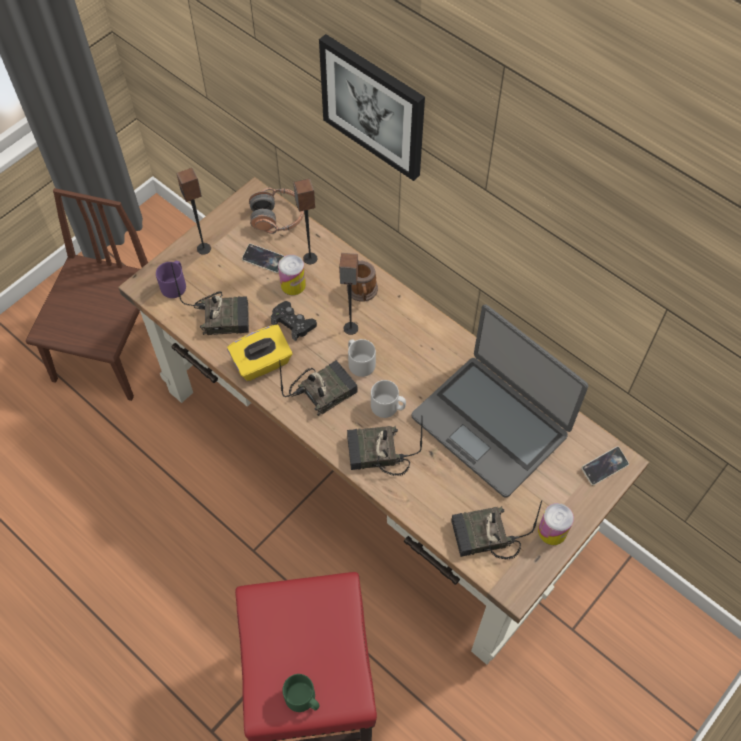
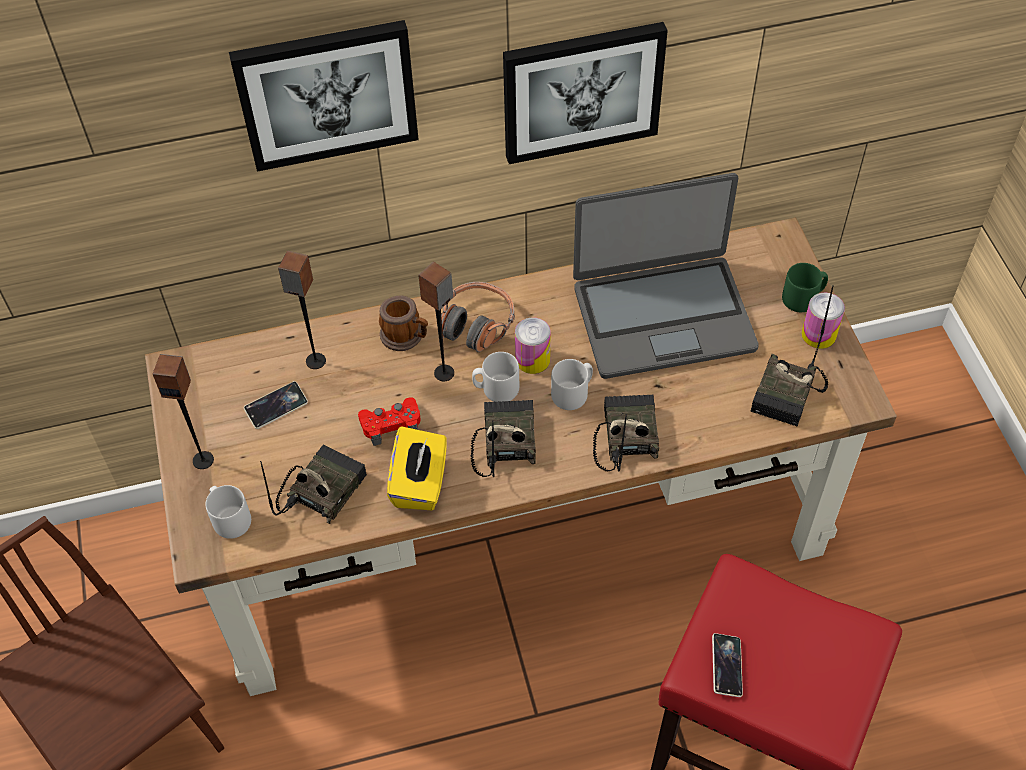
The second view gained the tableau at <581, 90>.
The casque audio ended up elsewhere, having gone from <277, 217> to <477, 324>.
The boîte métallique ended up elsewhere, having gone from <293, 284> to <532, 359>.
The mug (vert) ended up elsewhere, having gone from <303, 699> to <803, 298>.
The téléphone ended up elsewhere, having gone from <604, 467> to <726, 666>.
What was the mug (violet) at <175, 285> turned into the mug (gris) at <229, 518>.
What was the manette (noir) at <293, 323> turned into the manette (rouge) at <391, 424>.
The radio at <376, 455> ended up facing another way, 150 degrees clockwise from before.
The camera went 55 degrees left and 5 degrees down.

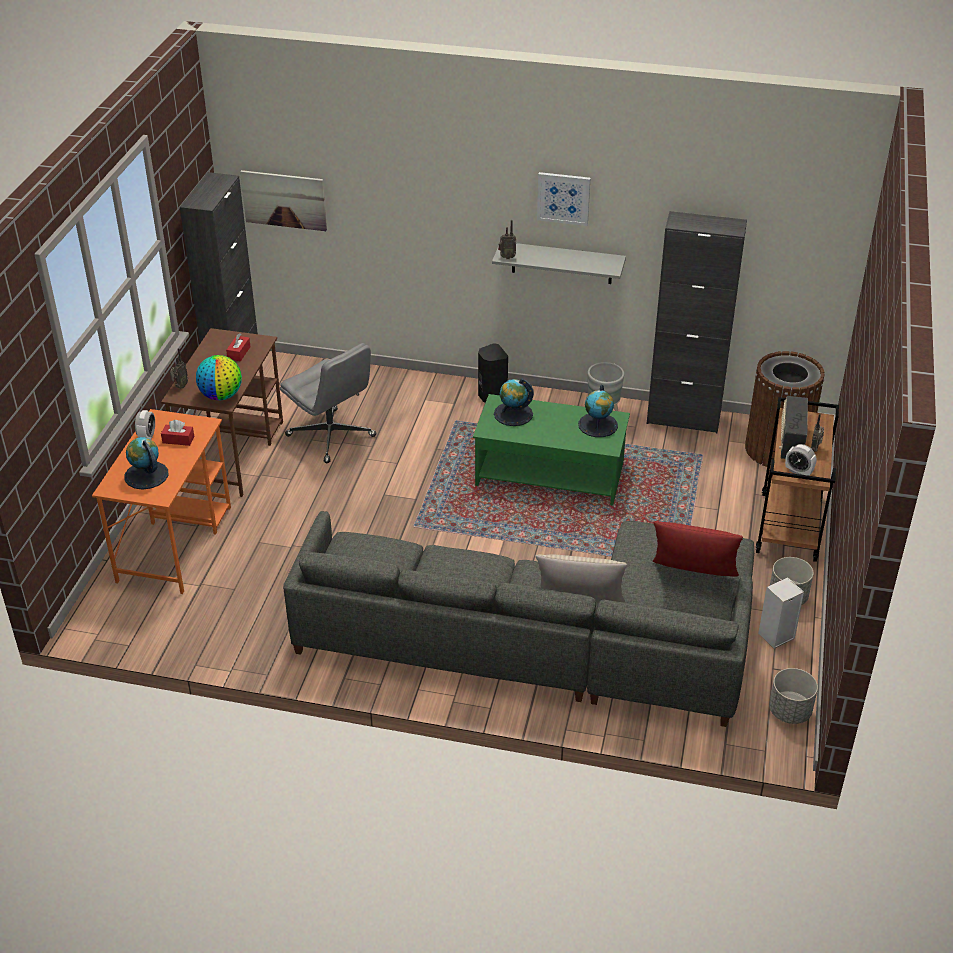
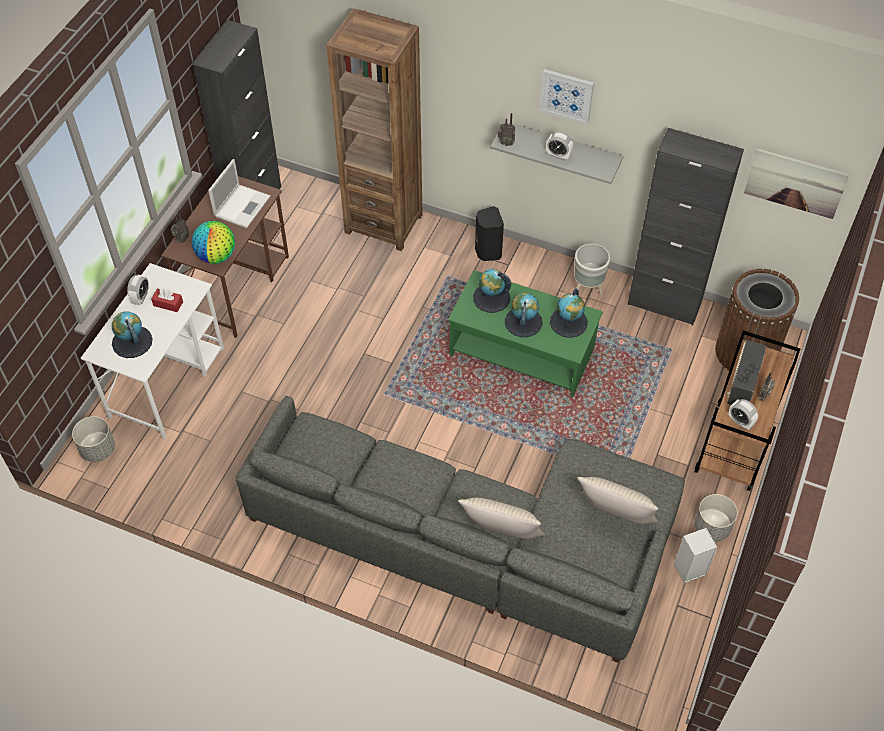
The second view lost the chaise de bureau (gris) at <332, 436>.
The second view gained the bibliothèque (marron) at <383, 223>.
The second view gained the globe at <523, 322>.
The second view gained the réveil at <558, 155>.
The tableau ended up elsewhere, having gone from <284, 200> to <795, 182>.
The cache-pot (gris) ended up elsewhere, having gone from <789, 712> to <98, 449>.
Where the boîte à mouchoirs (rouge) stood at <239, 353>, the ordinateur portable came to stand at <242, 205>.
What was the bureau (orange) at <175, 543> turned into the bureau (blanc) at <168, 381>.
What was the coussin (rouge) at <692, 579> turned into the coussin (beige) at <614, 519>.
The camera went 10 degrees right and 15 degrees up.

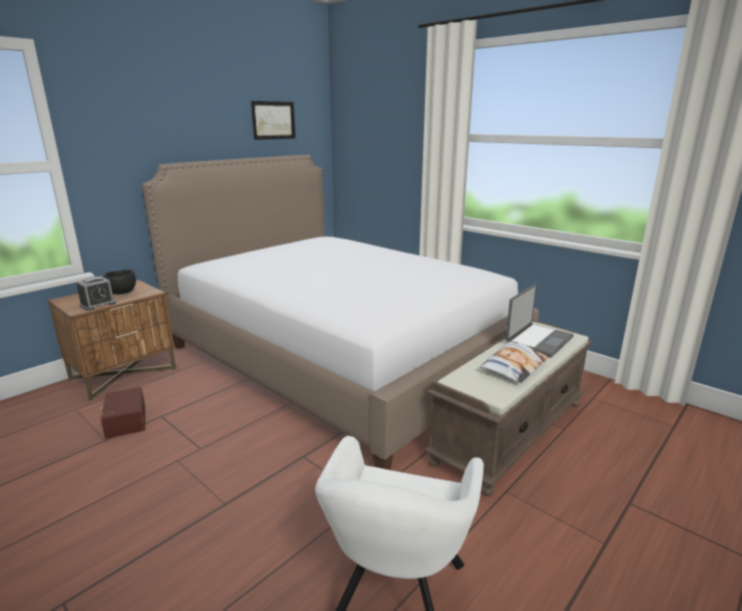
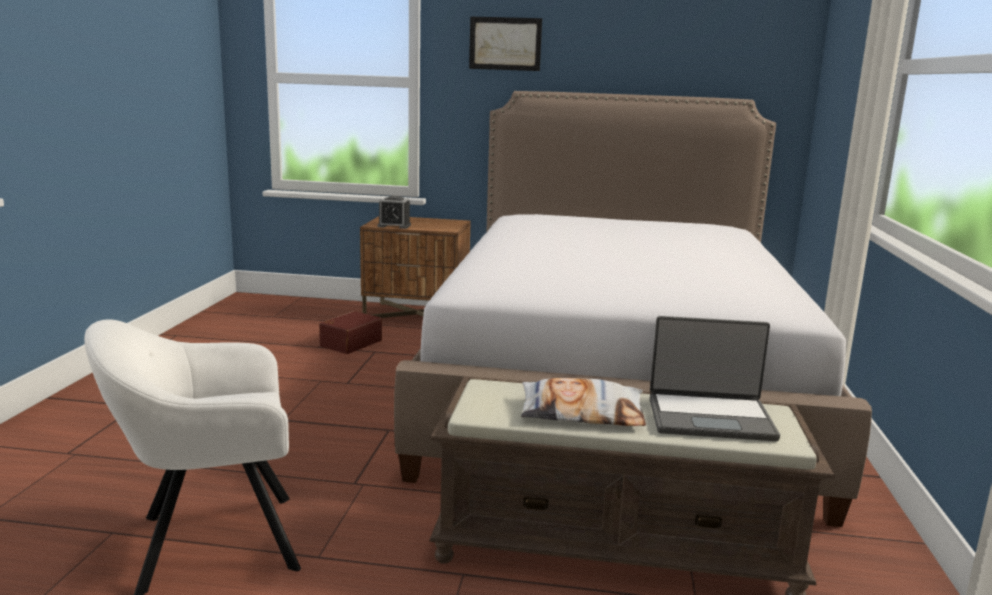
The second view lost the bol (noir) at <122, 293>.
The tableau ended up elsewhere, having gone from <273, 120> to <505, 43>.
The camera went 55 degrees right and 5 degrees down.

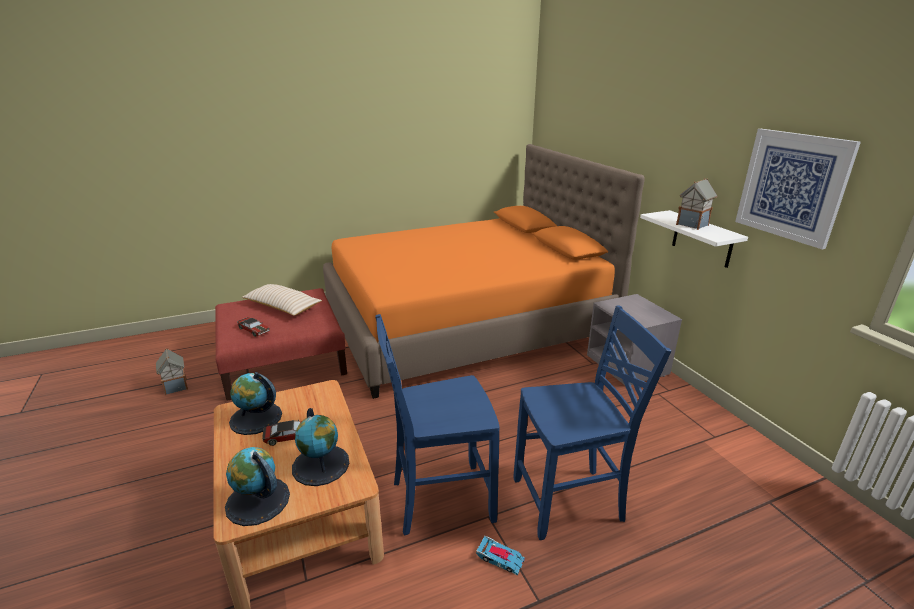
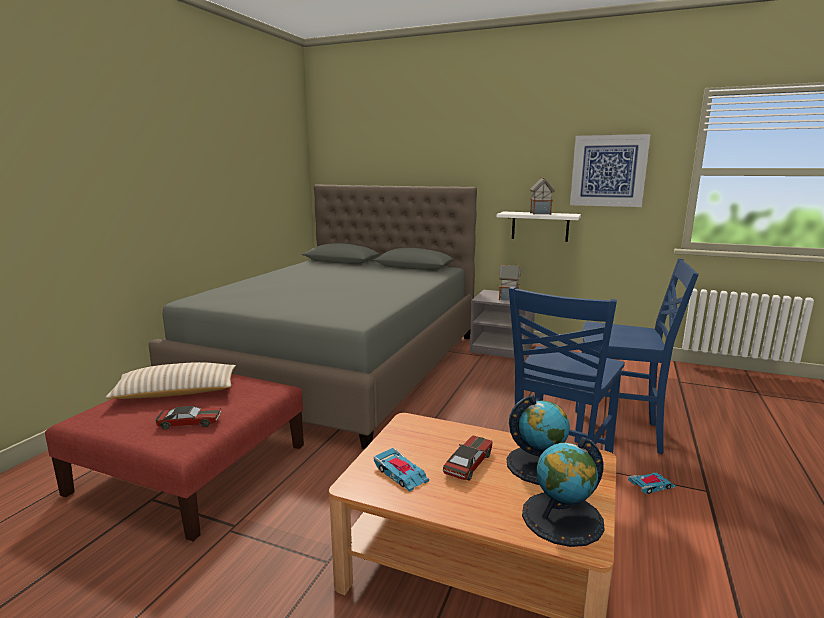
The maison miniature ended up elsewhere, having gone from <176, 387> to <509, 298>.
Where the globe stood at <255, 418>, the petite voiture came to stand at <401, 474>.
What was the lit (orange) at <465, 323> turned into the lit (gris) at <340, 365>.
The chaise (bleu) at <570, 501> ended up facing another way, 75 degrees clockwise from before.
The camera went 45 degrees left and 10 degrees down.

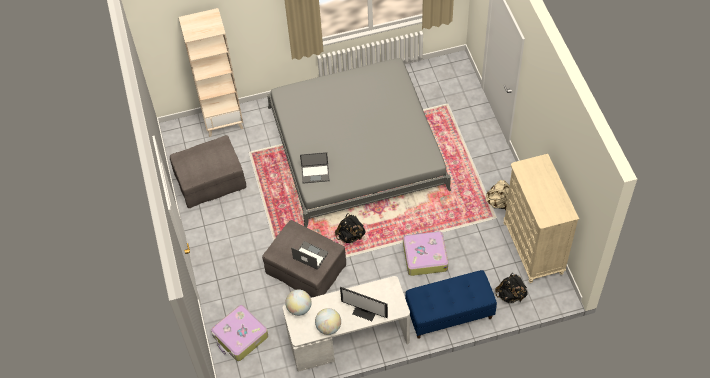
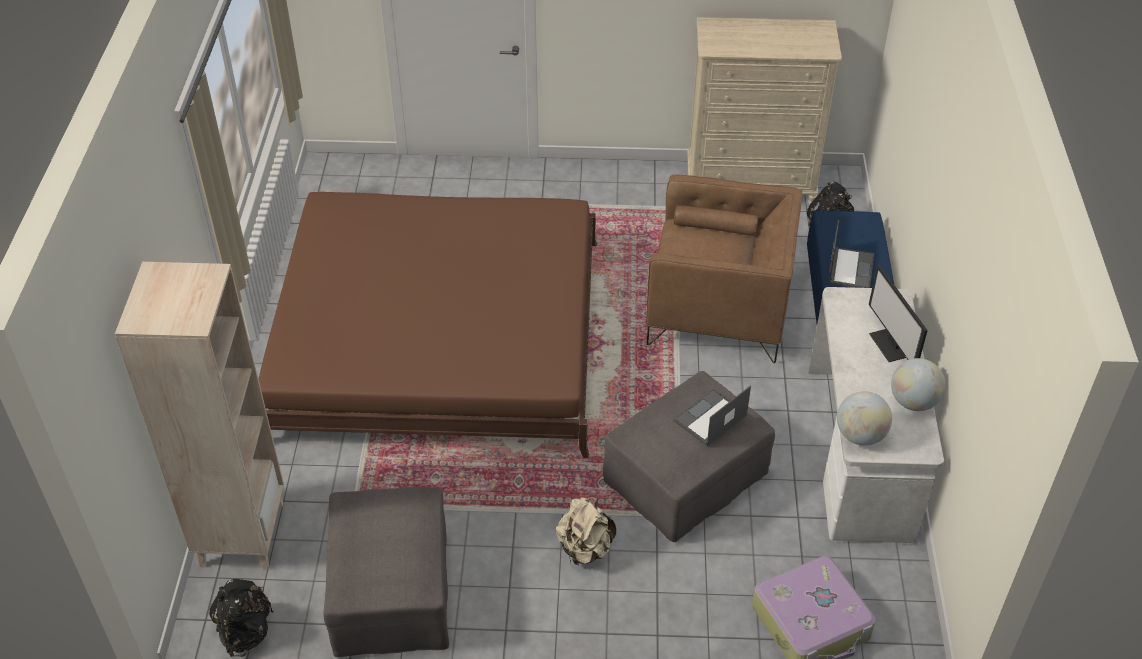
The ordinateur portable ended up elsewhere, having gone from <315, 173> to <850, 268>.
The sac à dos (noir) ended up elsewhere, having gone from <350, 236> to <246, 632>.
The sac à dos (beige) ended up elsewhere, having gone from <498, 202> to <585, 549>.
Where the valise stood at <424, 256>, the fauteuil (marron) came to stand at <719, 309>.
What was the lit (gris) at <356, 148> turned into the lit (marron) at <438, 339>.
The écran d'ordinateur at <365, 312> ended up facing another way, 120 degrees clockwise from before.
The camera went 75 degrees left and 10 degrees down.

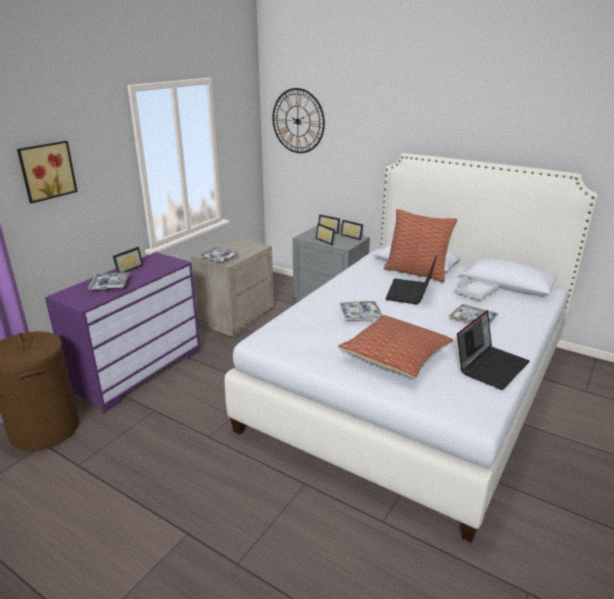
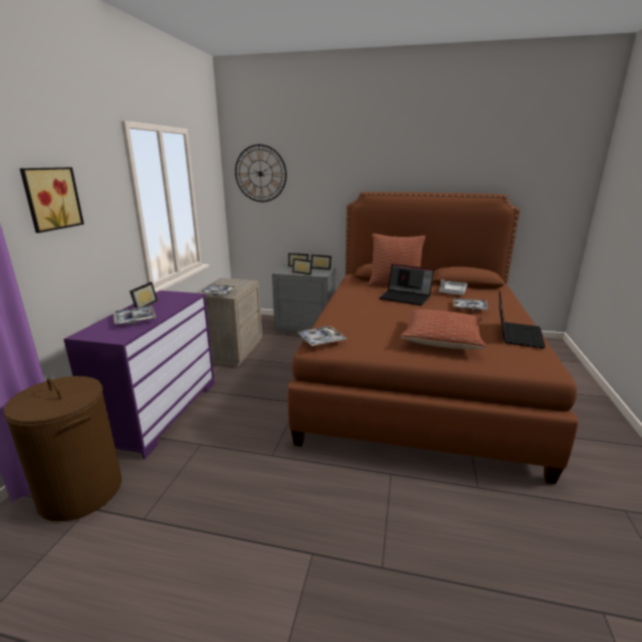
The plateau ended up elsewhere, having gone from <360, 315> to <321, 340>.
What was the lit (blanc) at <412, 385> turned into the lit (marron) at <417, 376>.
The ordinateur portable at <410, 293> ended up facing another way, 60 degrees counterclockwise from before.
The camera went 20 degrees left and 5 degrees down.

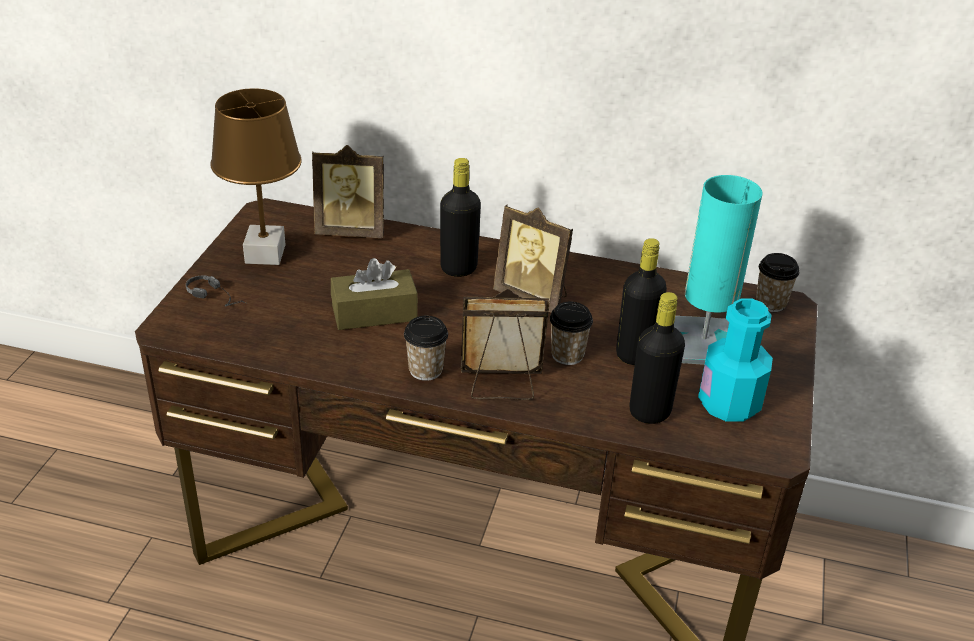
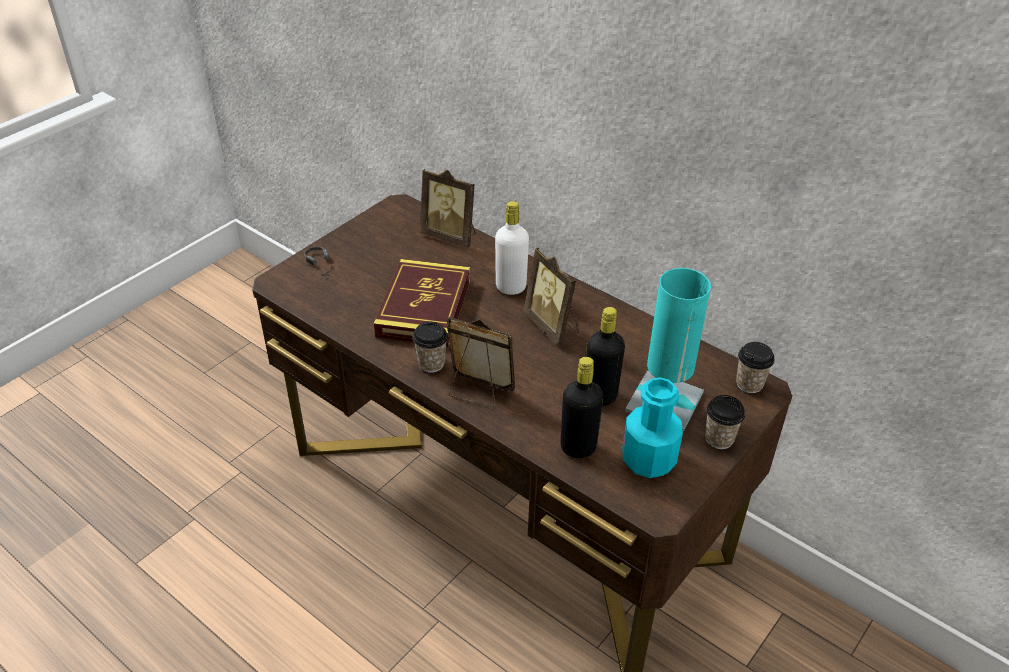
The second view lost the lampe de table (marron) at <266, 254>.
The tasse ended up elsewhere, having gone from <567, 355> to <719, 439>.
Where the boîte à mouchoirs (marron) stood at <374, 313>, the livre came to stand at <424, 308>.
What was the bouteille (noir) at <458, 268> turned into the bouteille (blanc) at <511, 287>.
The camera went 25 degrees right and 5 degrees up.

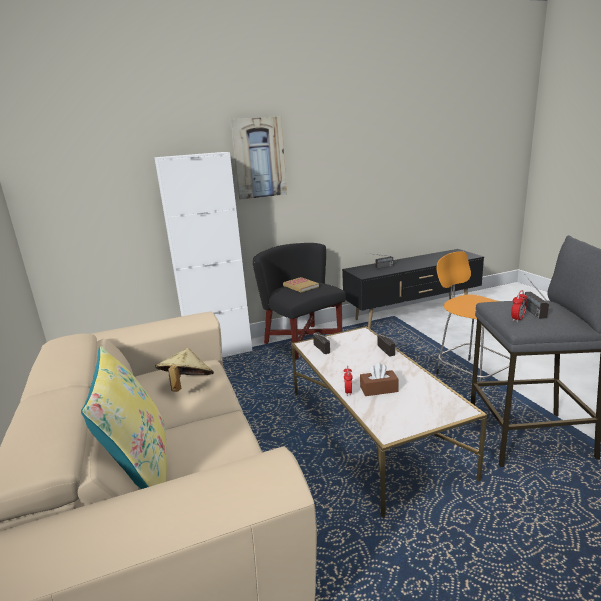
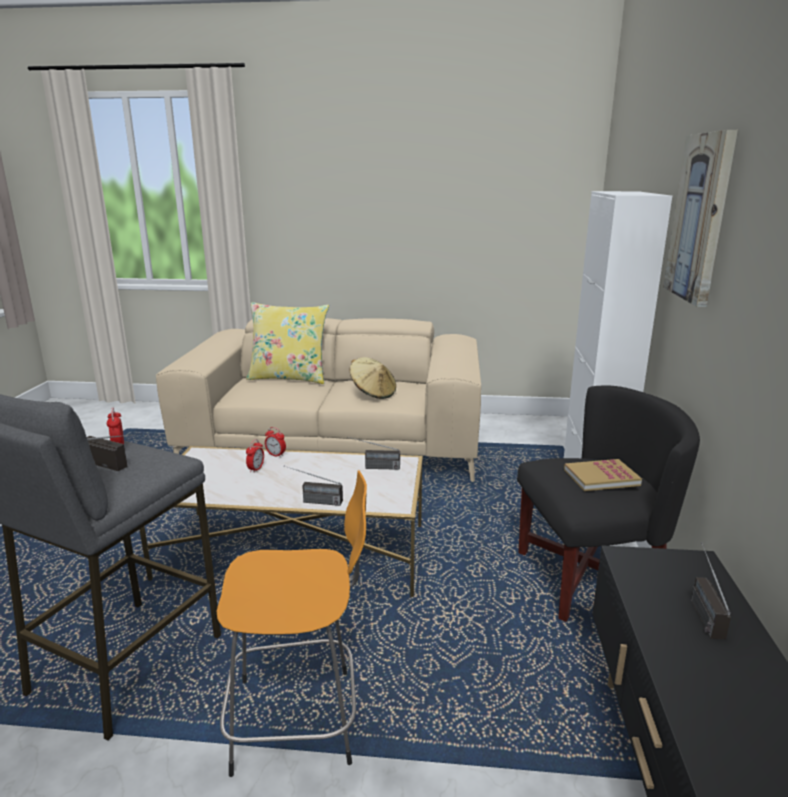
Where the boîte à mouchoirs (marron) stood at <379, 389>, the réveil came to stand at <256, 469>.
The camera went 115 degrees right and 0 degrees up.

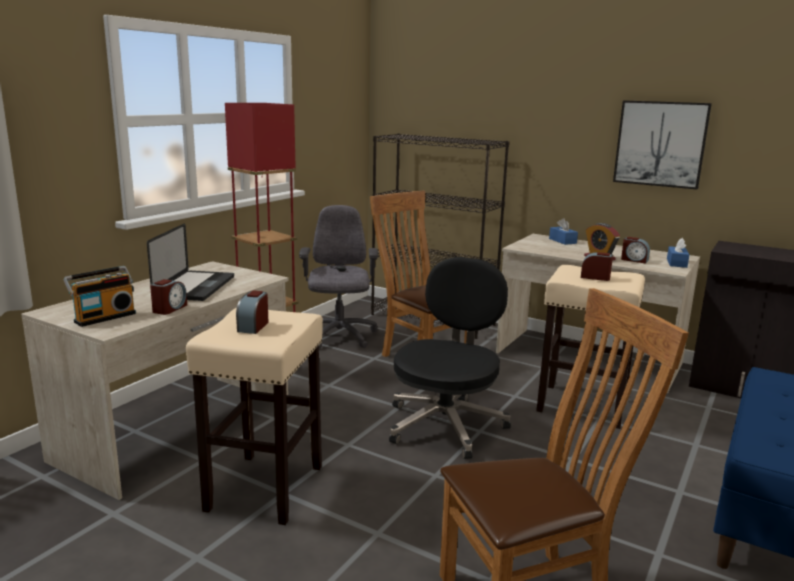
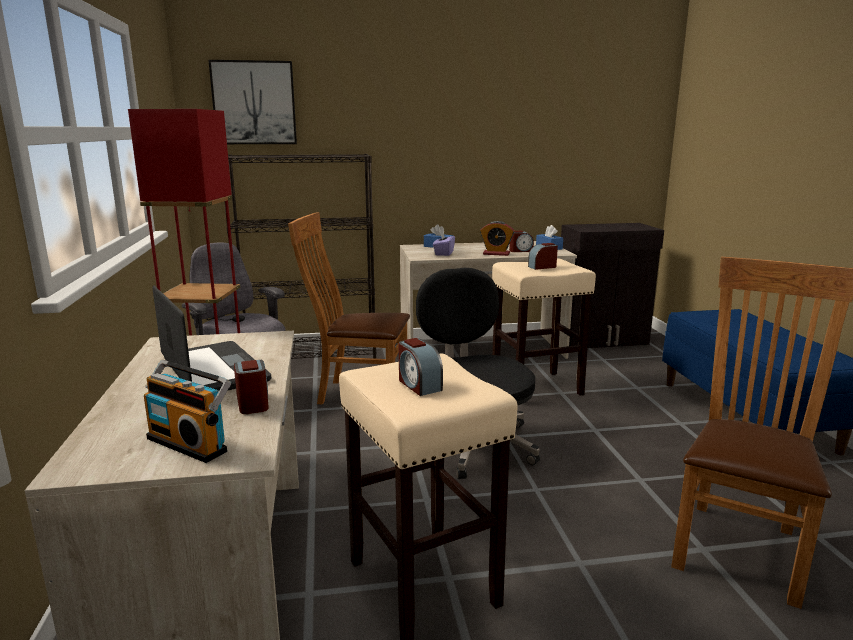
The second view gained the boîte à mouchoirs (violet) at <443, 253>.
The tableau ended up elsewhere, having gone from <660, 144> to <254, 103>.
The radio at <104, 317> ended up facing another way, 120 degrees clockwise from before.
The camera went 40 degrees left and 0 degrees up.

